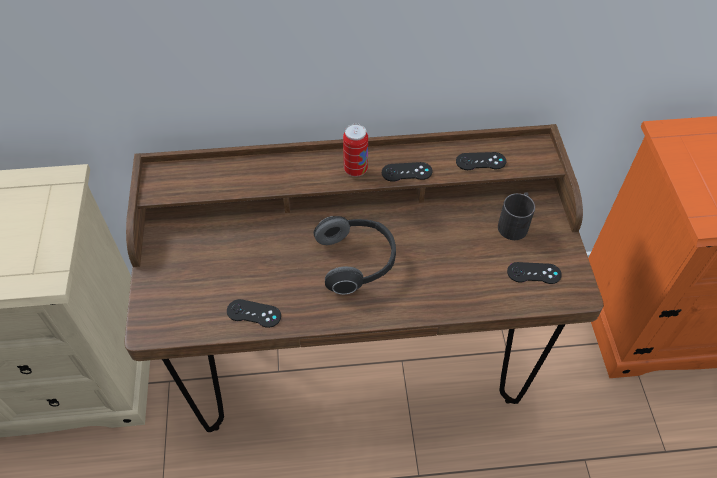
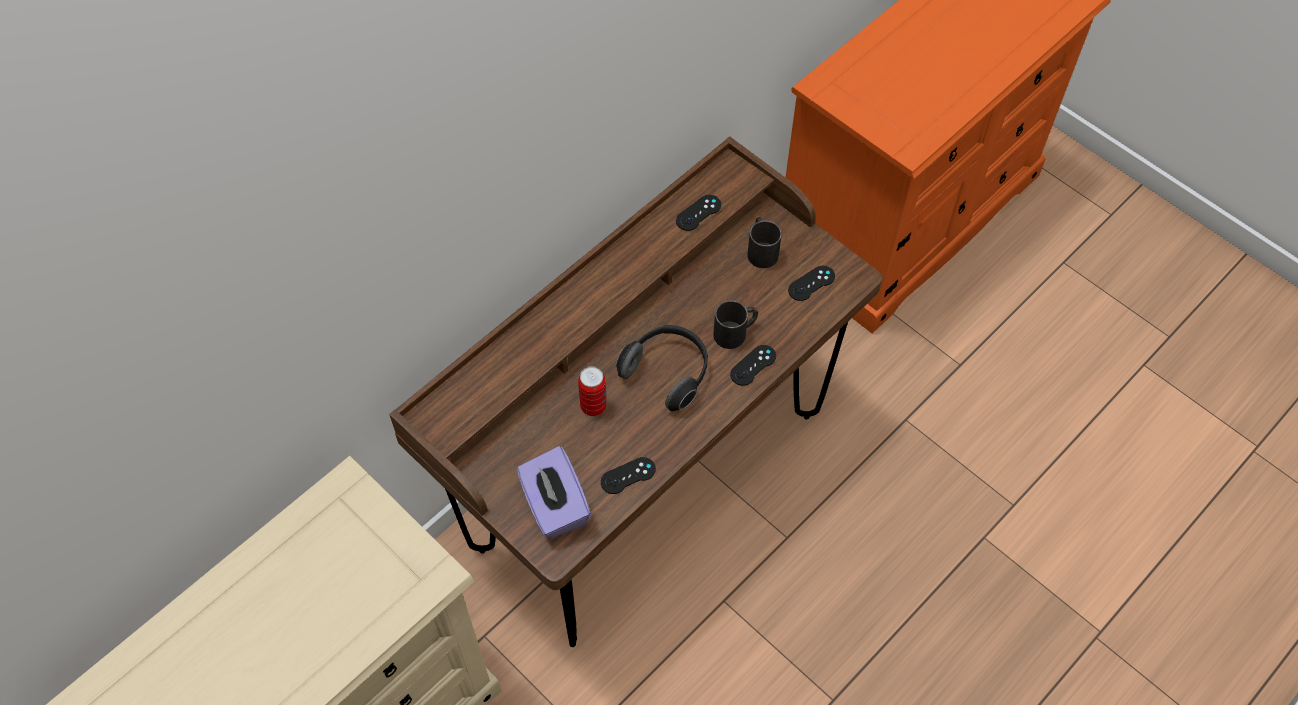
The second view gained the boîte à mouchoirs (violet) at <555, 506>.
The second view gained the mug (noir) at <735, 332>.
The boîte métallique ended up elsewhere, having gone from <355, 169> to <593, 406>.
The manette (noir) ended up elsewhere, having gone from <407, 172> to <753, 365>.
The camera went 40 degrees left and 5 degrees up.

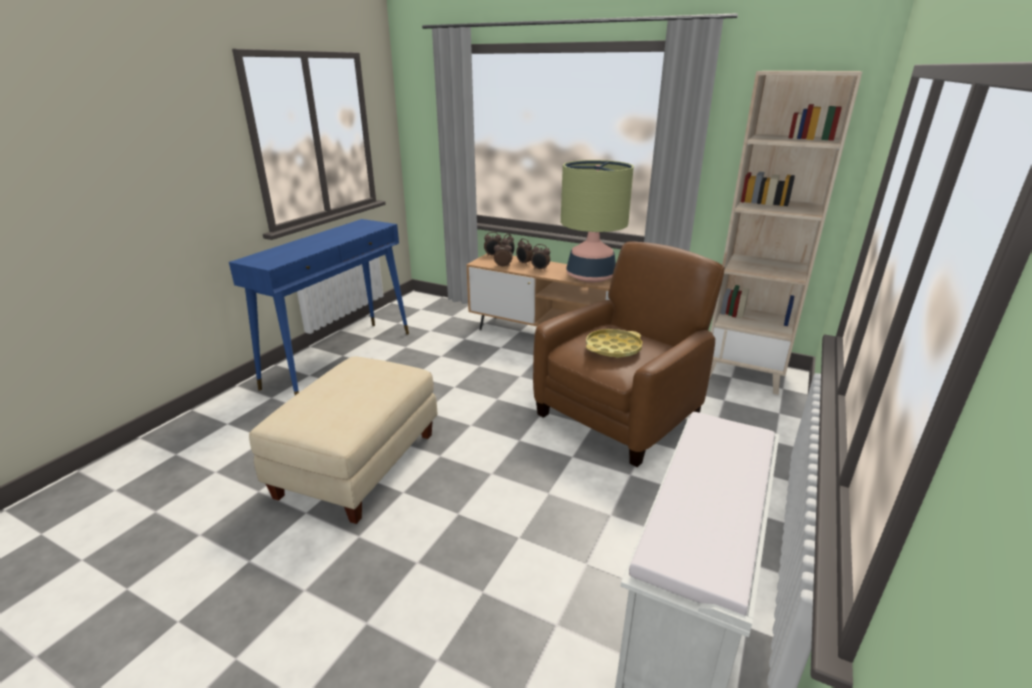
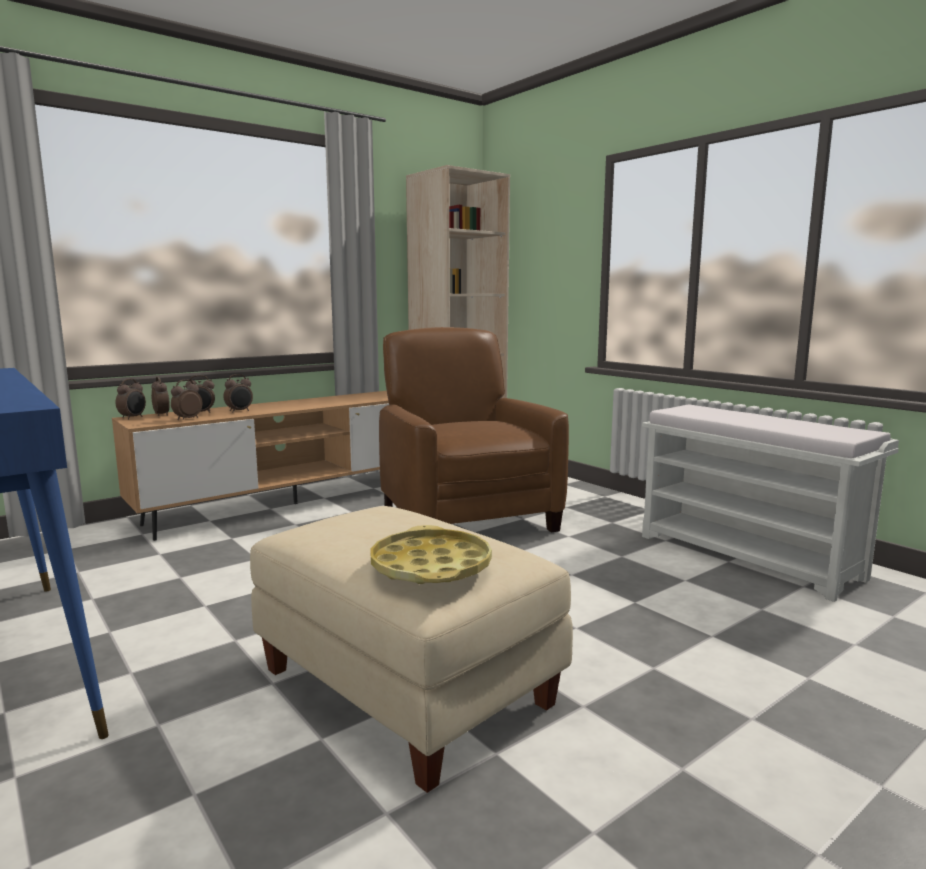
The second view lost the lampe de table at <590, 276>.
The plateau (jaune) ended up elsewhere, having gone from <613, 348> to <430, 567>.
The camera went 65 degrees left and 15 degrees down.

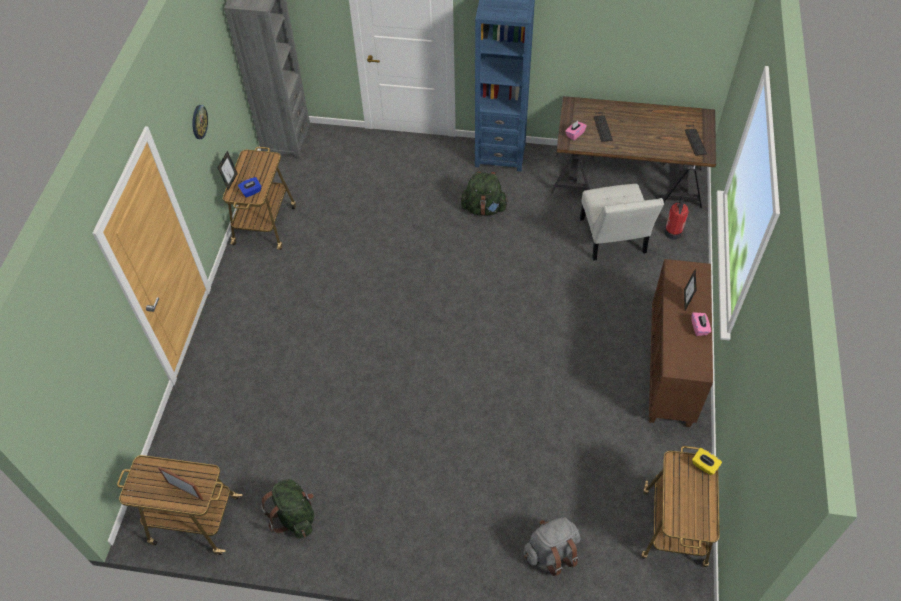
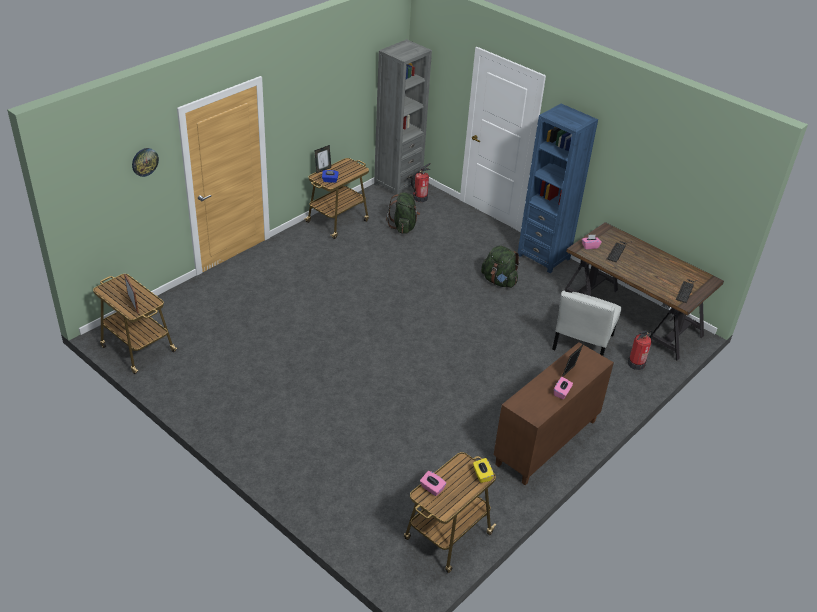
The second view lost the sac à dos (gris) at <551, 552>.
The second view gained the extincteur at <420, 198>.
The second view gained the boîte à mouchoirs (rose) at <432, 488>.
The horloge murale ended up elsewhere, having gone from <199, 122> to <144, 162>.
The sac à dos (vert) ended up elsewhere, having gone from <295, 516> to <403, 226>.
The camera went 30 degrees right and 15 degrees down.

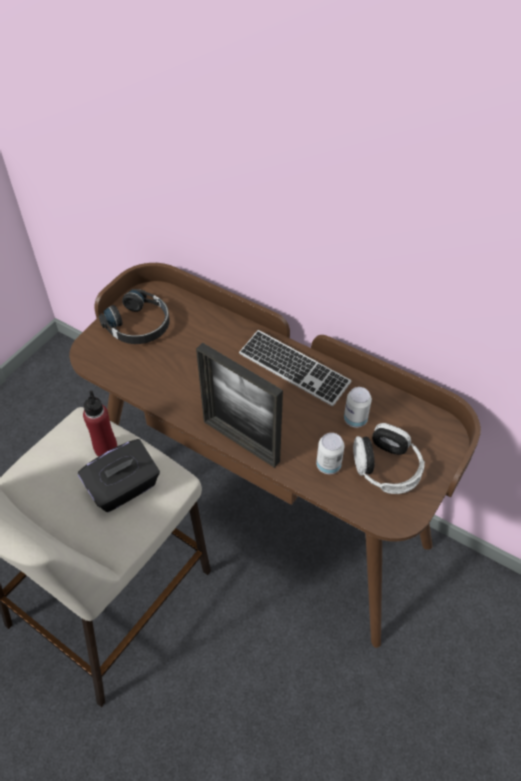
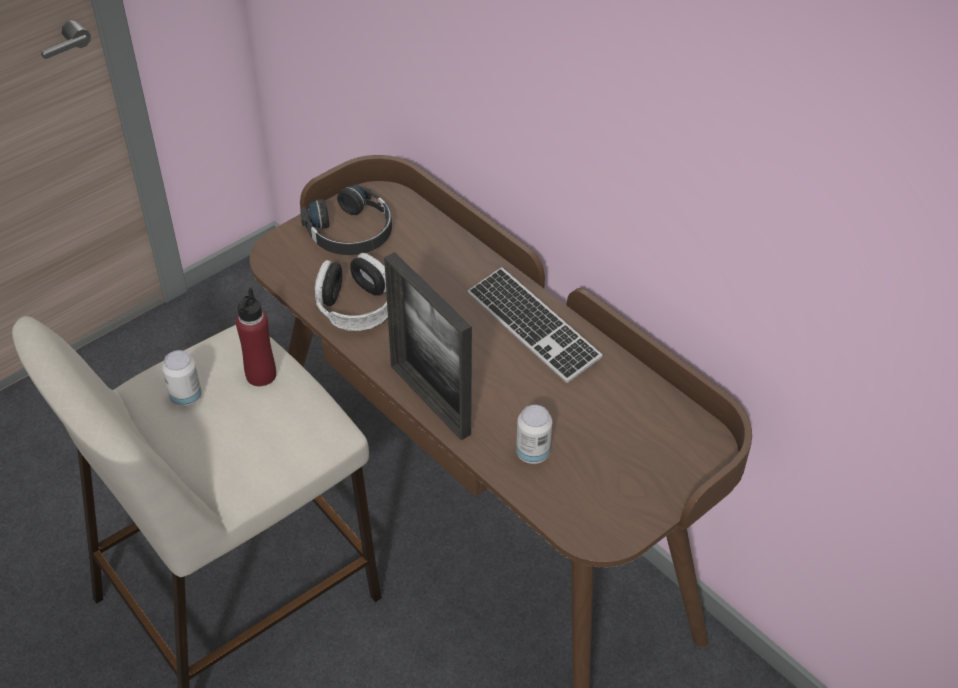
The second view lost the boîte à mouchoirs (noir) at <124, 488>.
The boîte métallique ended up elsewhere, having gone from <355, 420> to <186, 397>.
The casque audio ended up elsewhere, having gone from <386, 467> to <355, 306>.
The camera went 15 degrees right and 5 degrees down.

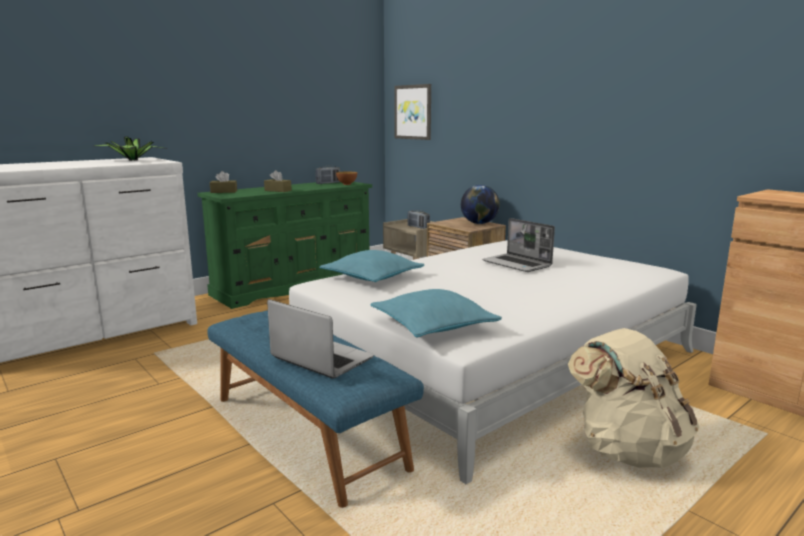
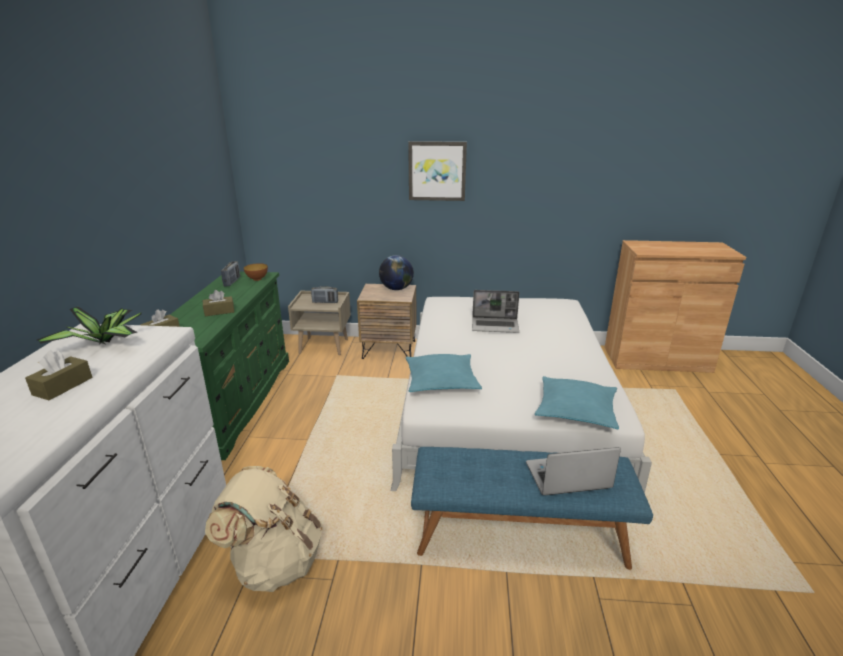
The second view gained the boîte à mouchoirs (marron) at <63, 386>.
The tableau ended up elsewhere, having gone from <413, 112> to <437, 171>.
The sac à dos (beige) ended up elsewhere, having gone from <627, 450> to <274, 562>.
The camera went 45 degrees left and 10 degrees up.

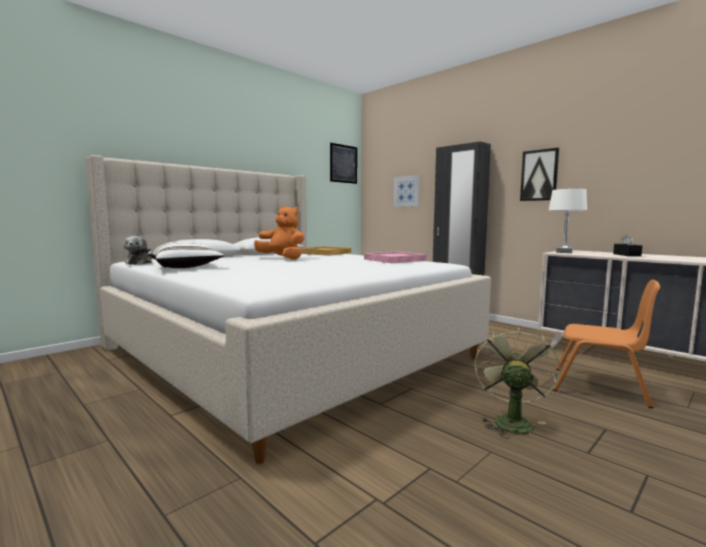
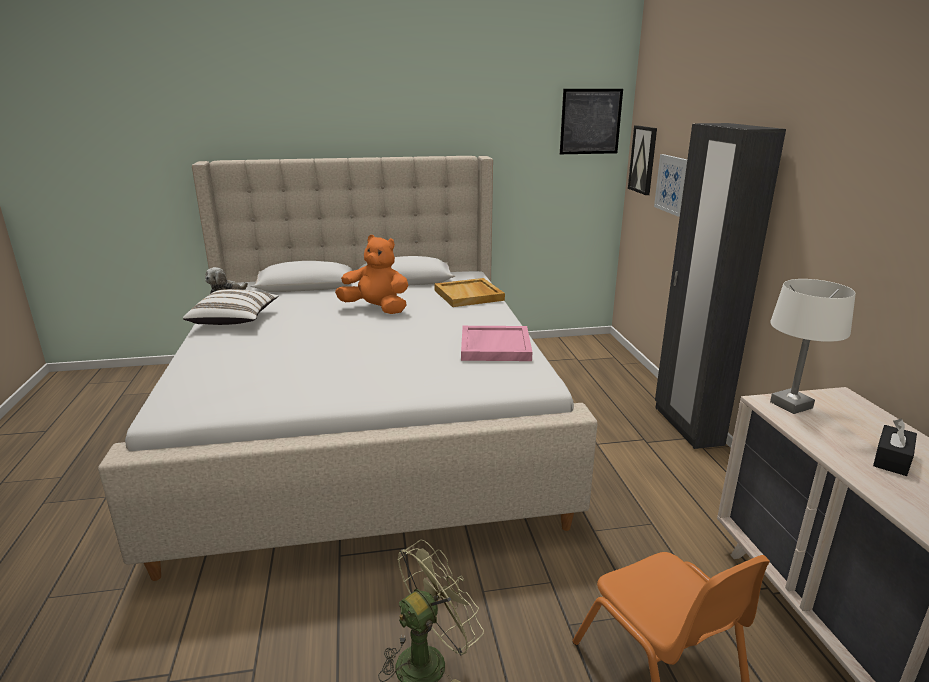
The tableau ended up elsewhere, having gone from <539, 175> to <643, 159>.
The peluche (orange) at <282, 259> ended up facing another way, 45 degrees counterclockwise from before.
The camera went 35 degrees right and 15 degrees up.

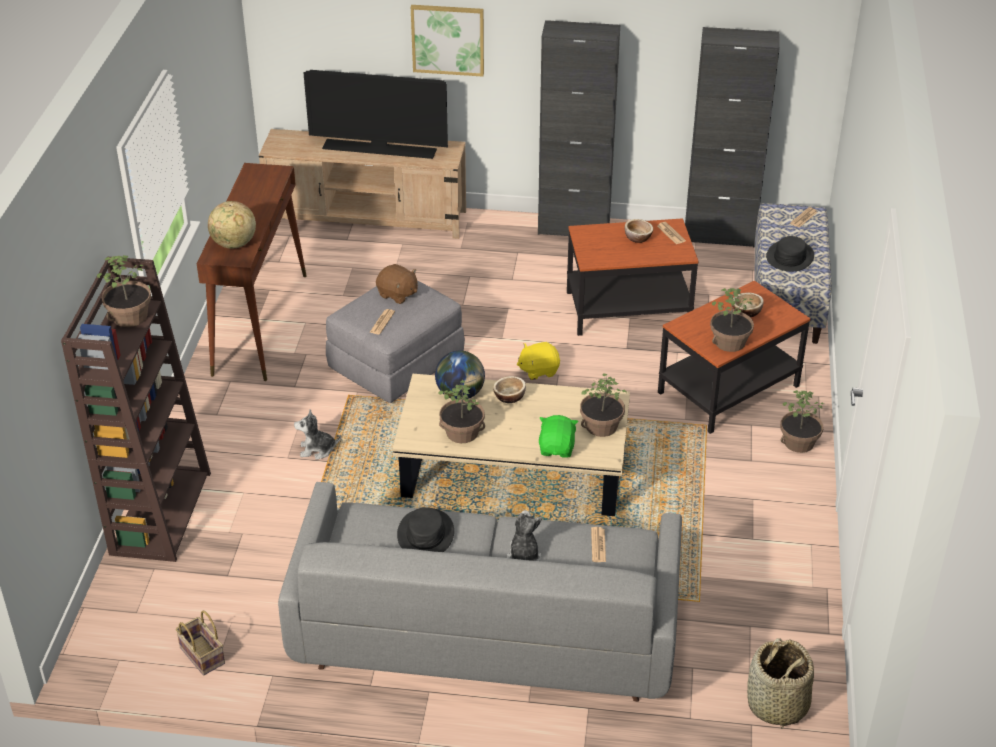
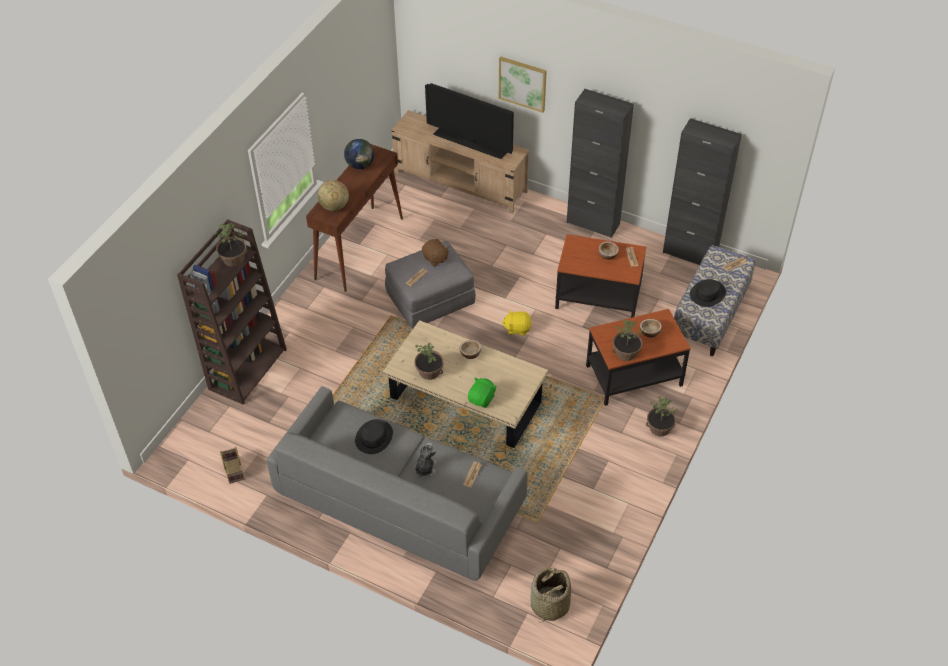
The second view lost the peluche at <317, 450>.
The second view lost the plante en pot at <601, 426>.
The globe ended up elsewhere, having gone from <460, 394> to <360, 165>.
The camera went 20 degrees right and 10 degrees up.

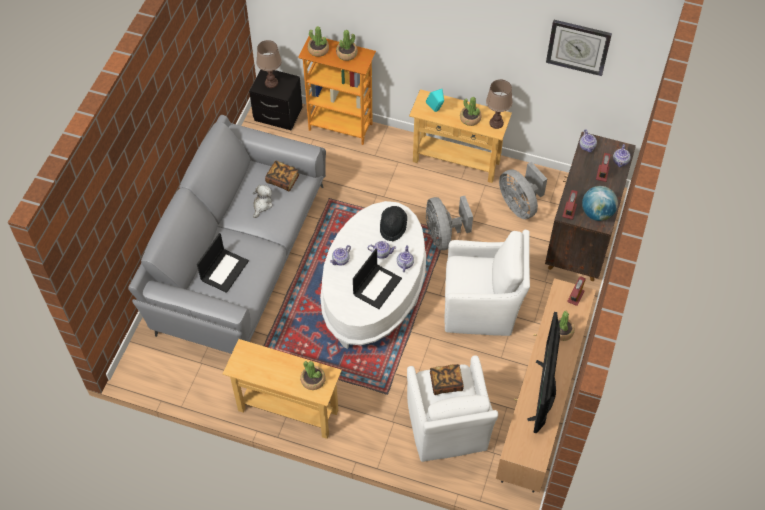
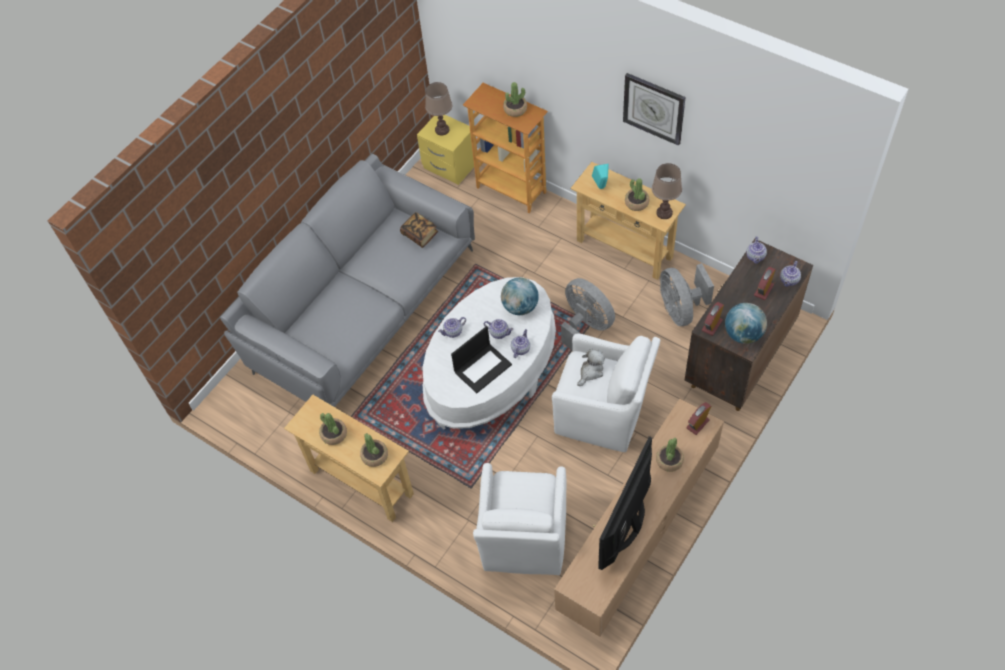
The second view lost the ordinateur portable at <224, 270>.
The second view lost the livre at <446, 383>.
The peluche ended up elsewhere, having gone from <262, 205> to <591, 371>.
The plante en pot ended up elsewhere, having gone from <318, 50> to <334, 434>.
The horloge murale ended up elsewhere, having gone from <578, 47> to <654, 108>.
Where the chapeau (noir) stood at <393, 227>, the globe came to stand at <520, 307>.
What was the table de chevet (noir) at <277, 115> turned into the table de chevet (jaune) at <449, 166>.
The ventilateur (gris) at <443, 235> ended up facing another way, 135 degrees clockwise from before.
The camera went 20 degrees right and 0 degrees up.

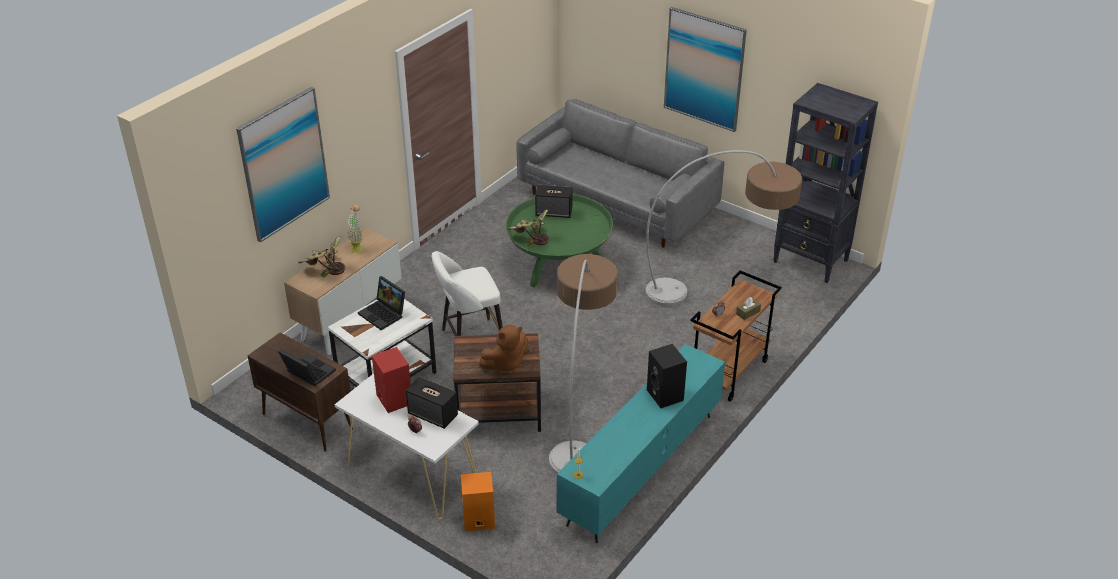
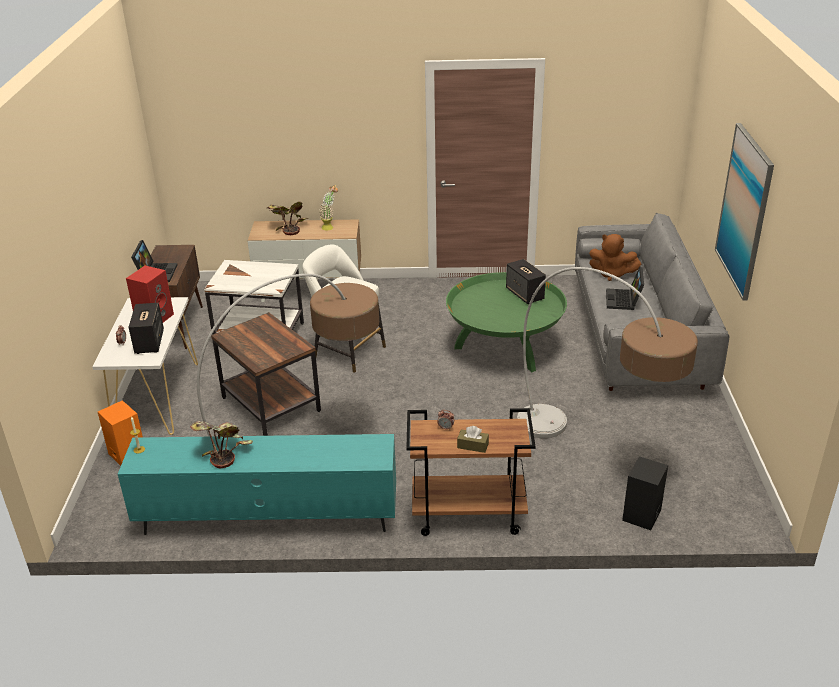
The second view lost the tableau at <284, 164>.
The second view lost the bibliothèque (noir) at <811, 261>.
The ordinateur portable ended up elsewhere, having gone from <384, 314> to <624, 300>.
The peluche (marron) ended up elsewhere, having gone from <506, 363> to <611, 274>.
The plante en pot ended up elsewhere, having gone from <530, 238> to <222, 450>.
The enceinte (noir) ended up elsewhere, having gone from <666, 395> to <642, 516>.
The camera went 55 degrees right and 5 degrees down.

